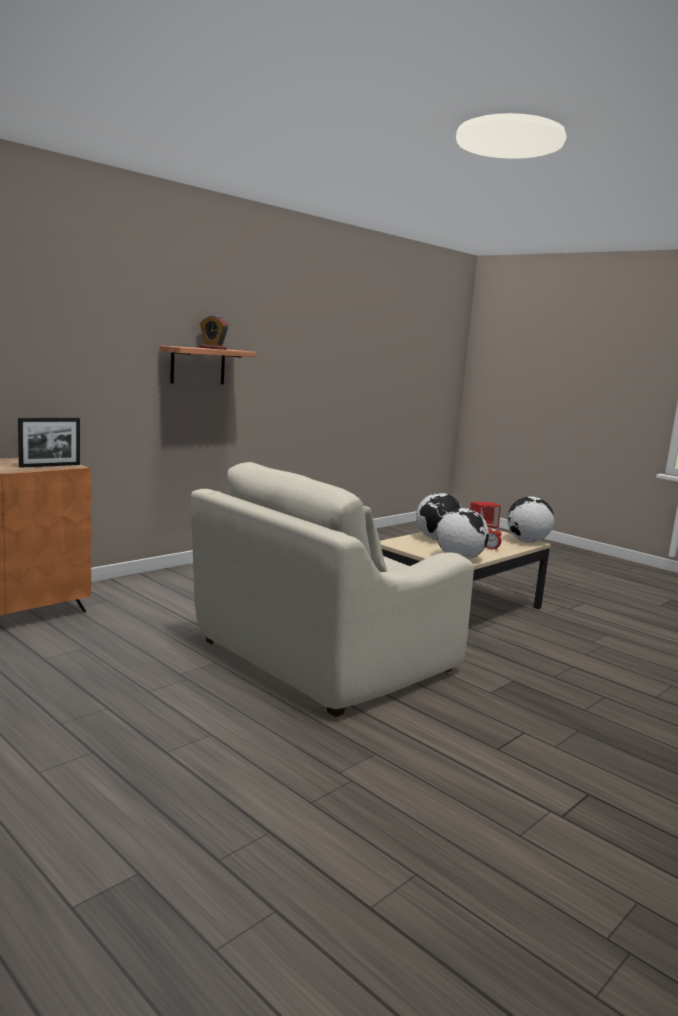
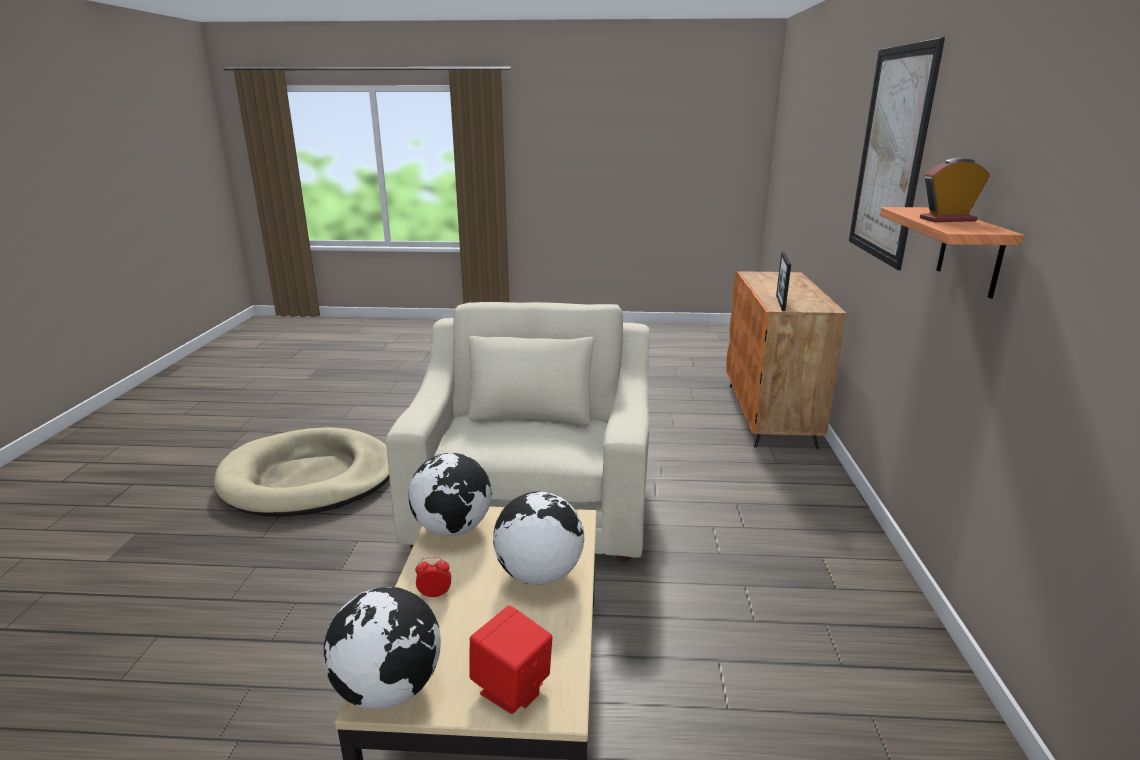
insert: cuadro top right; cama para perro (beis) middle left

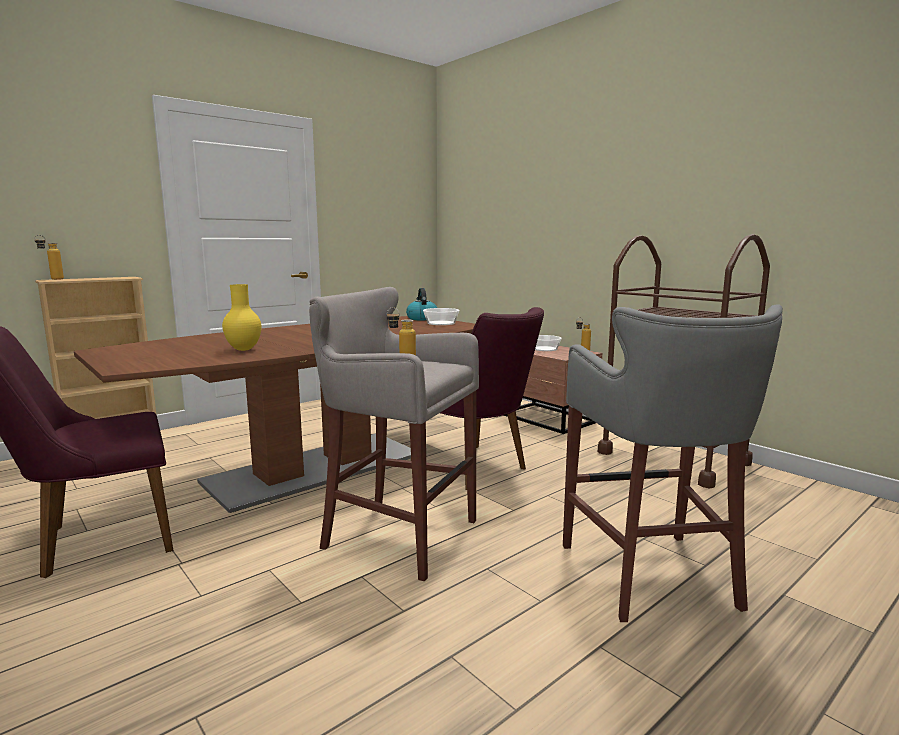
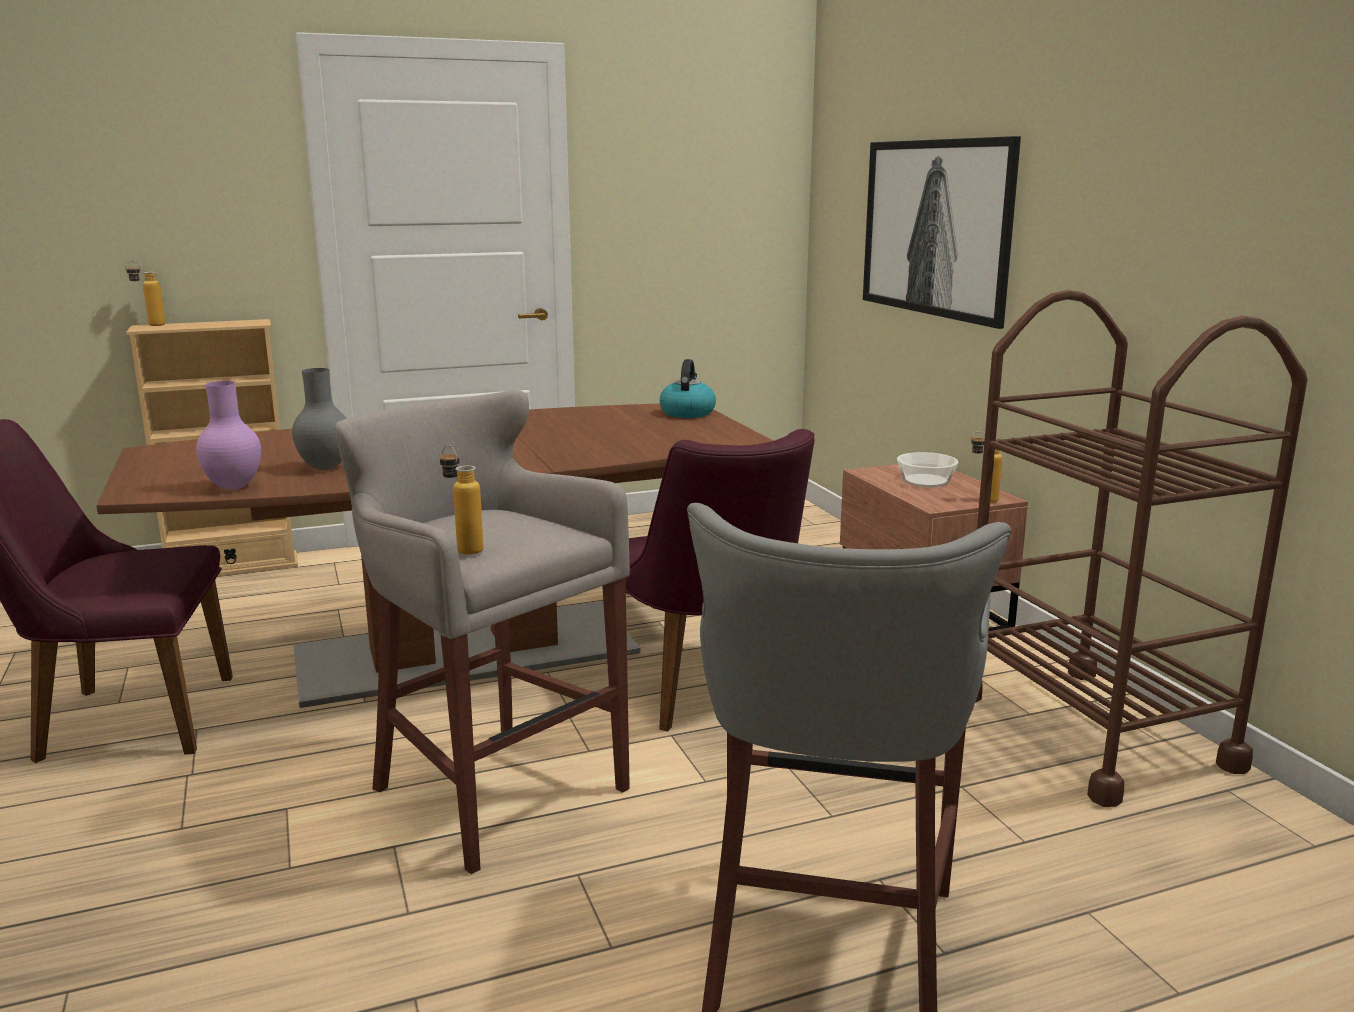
delete: cuenco (1st from left) centre
insert: cuadro top right; florero (morado) middle left
recolor: florero (amarillo) middle left to florero (gris) middle left

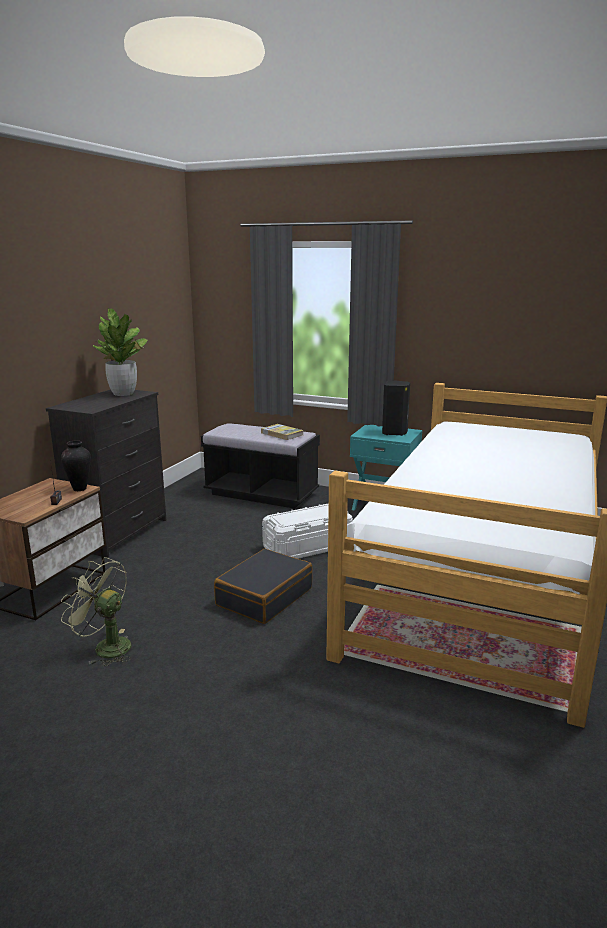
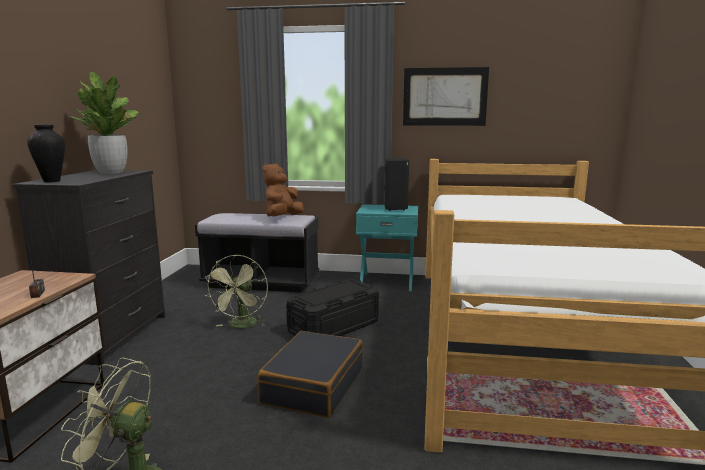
insert: cuadro top centre; ventilador (verde) (2nd from left) centre
move: florero middle left to top left
replace: libro centre to peluche (marrón) centre
recolor: caja de almacenaje (blanco) centre to caja de almacenaje (negro) centre

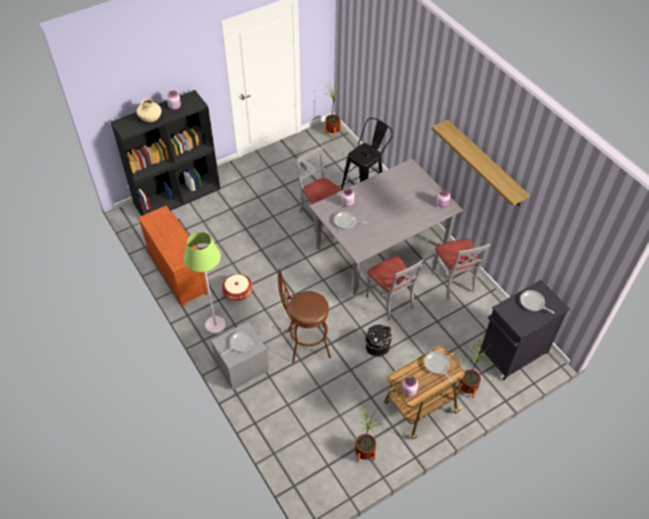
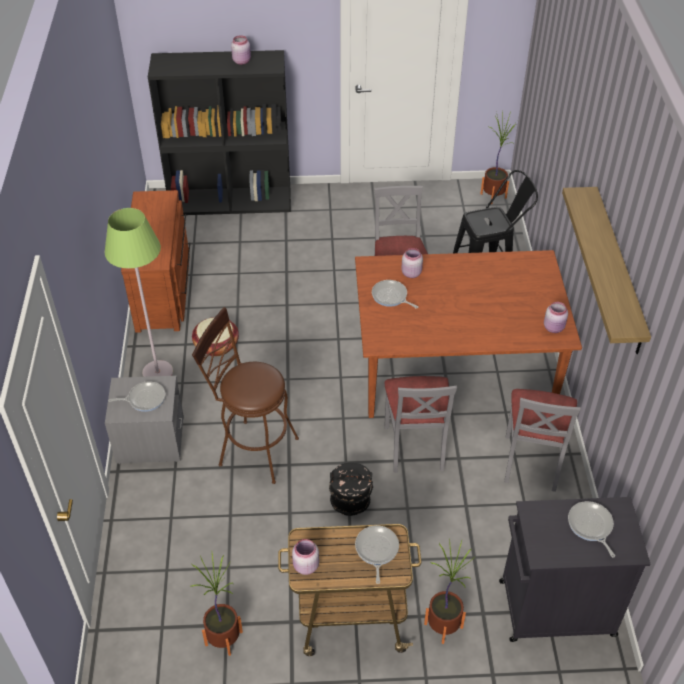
delete: florero (beis) top left
recolor: mesa de comedor (gris) centre to mesa de comedor (marrón) middle right

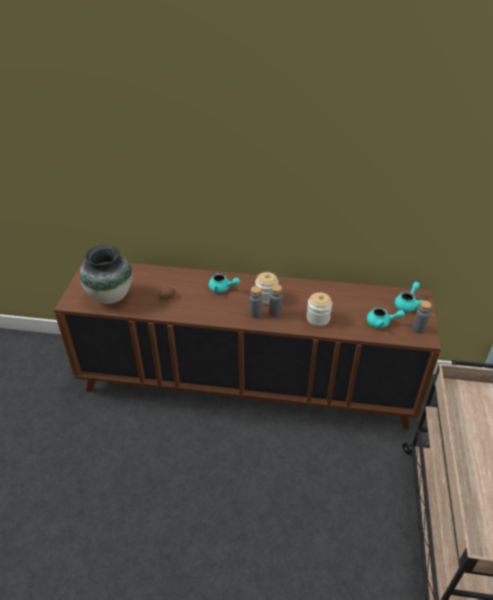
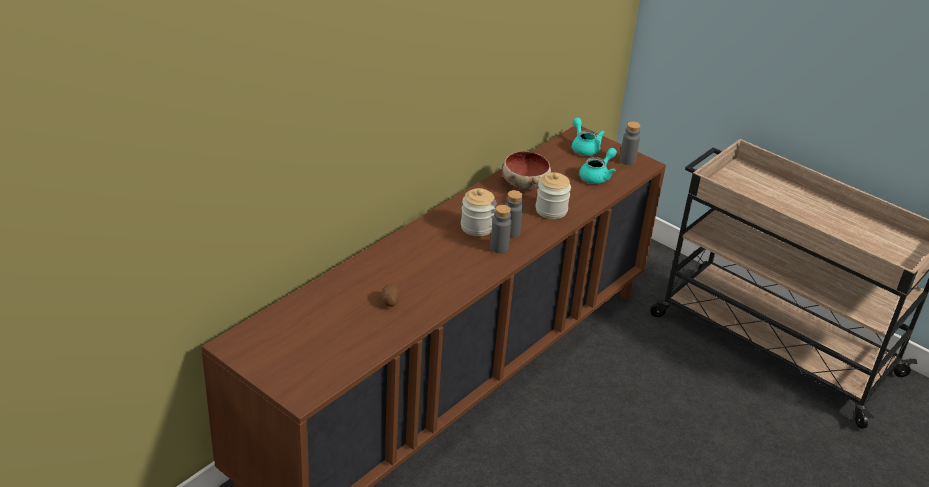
delete: florero middle left; tetera (turquesa) (1st from left) centre
insert: cuenco centre

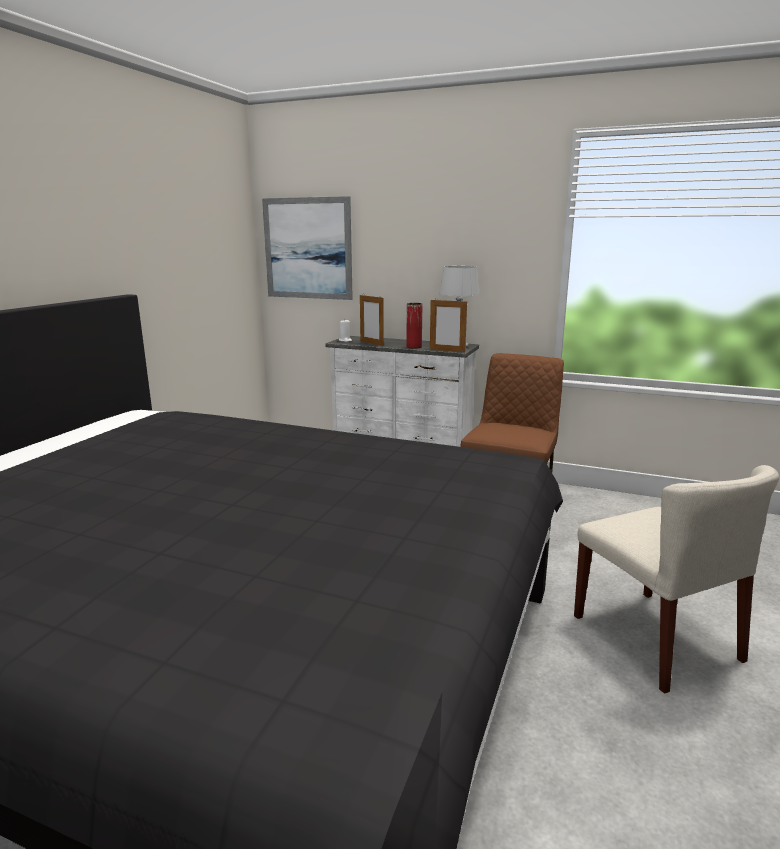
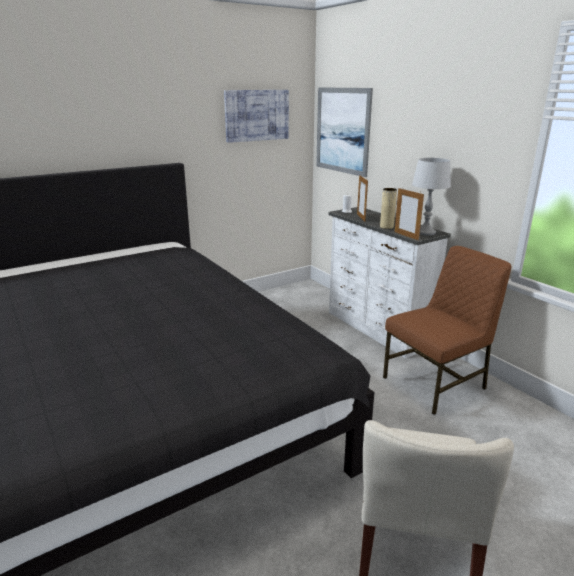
insert: cuadro (1st from left) top centre
recolor: florero (rojo) centre to florero (beis) middle right

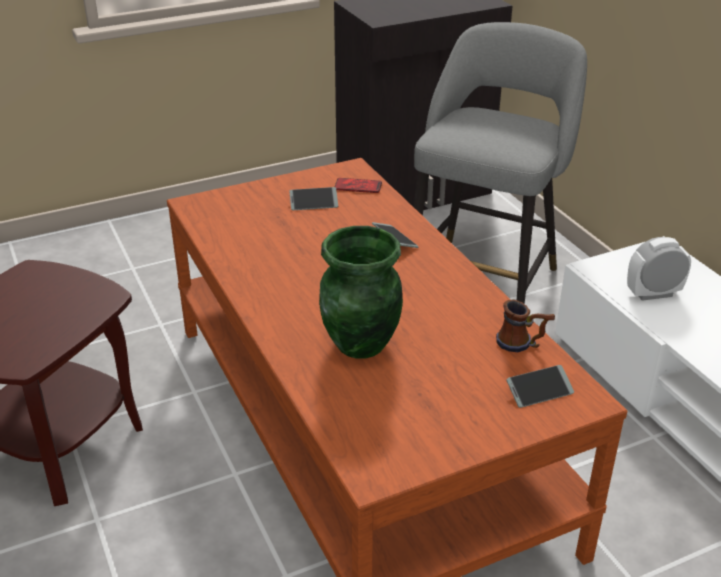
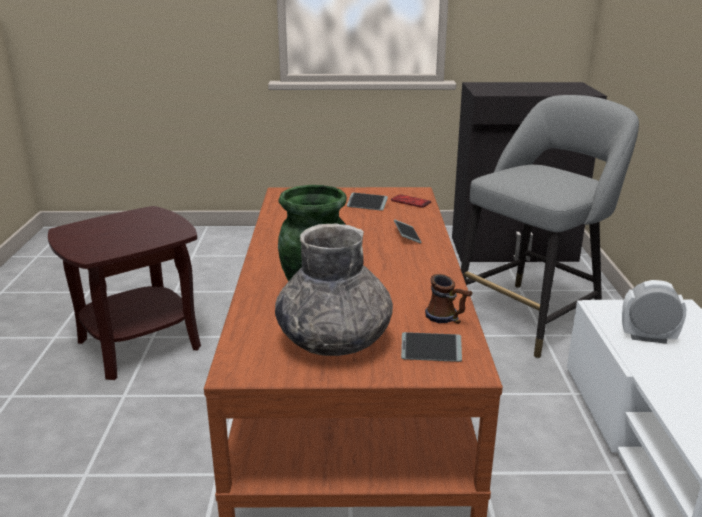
insert: florero (gris) centre

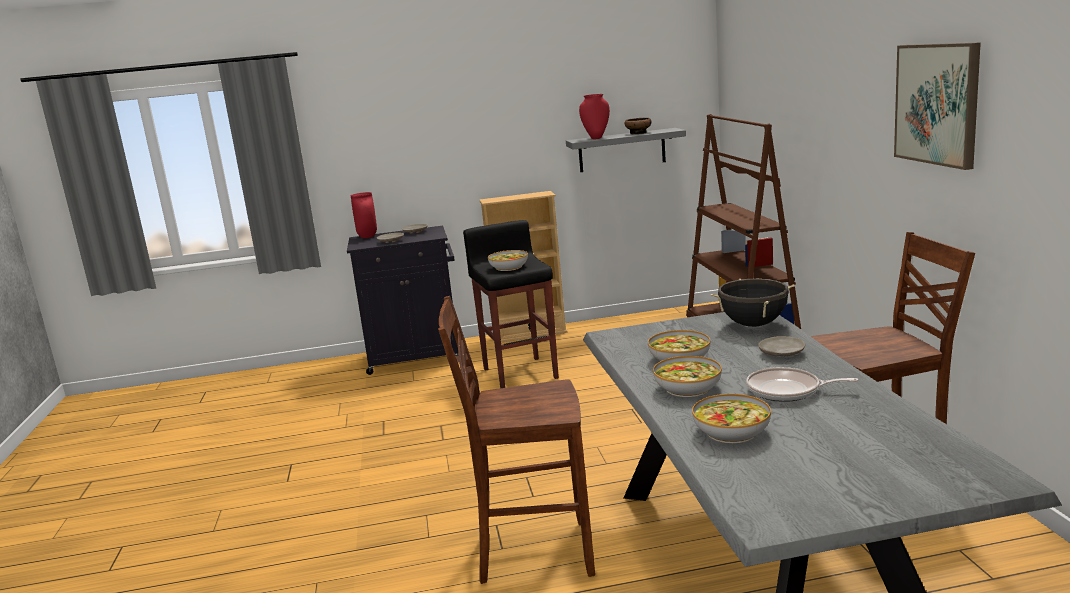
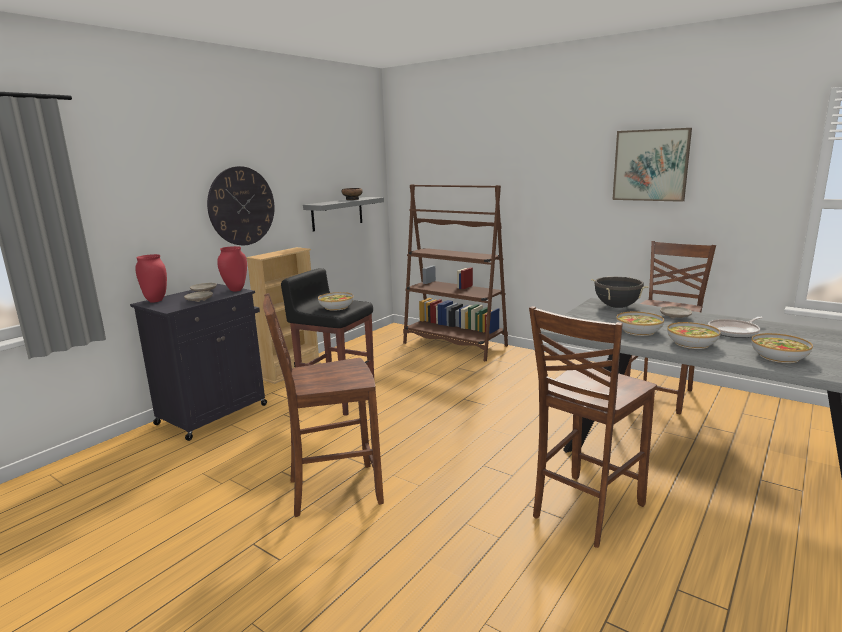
insert: reloj de pared top left; silla (marrón) (1st from left) centre
move: florero (rojo) (2nd from left) top centre to middle left

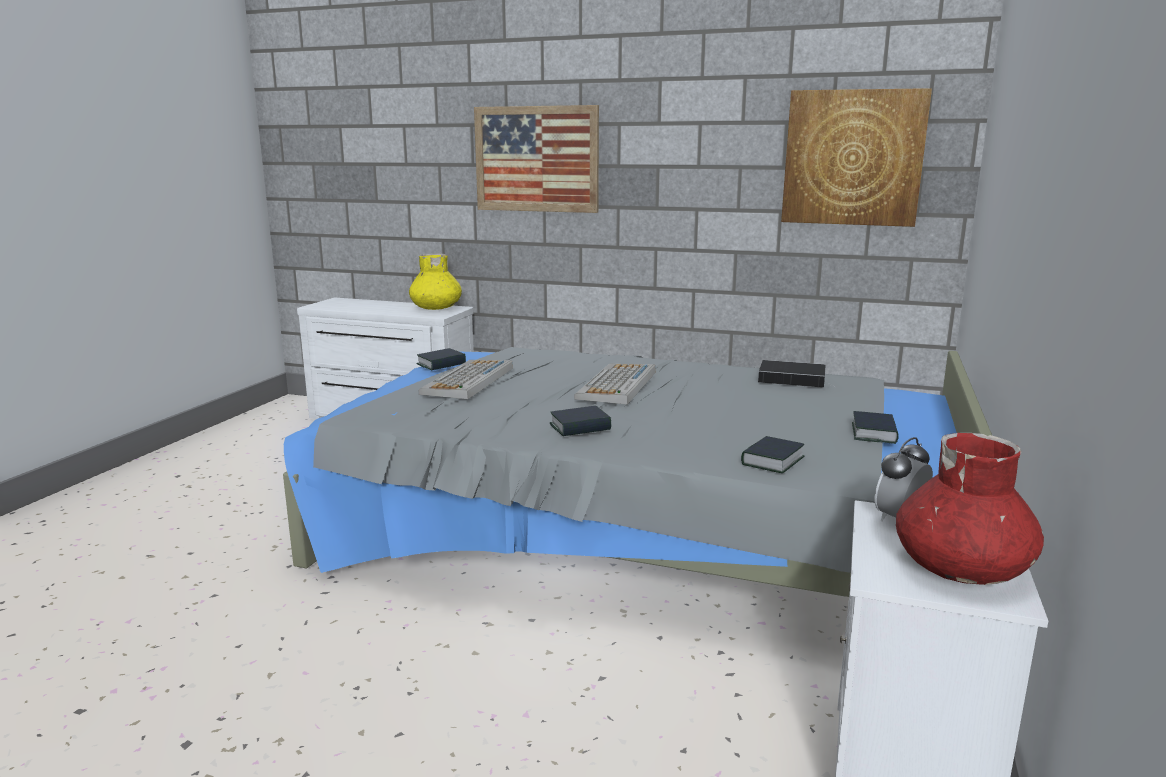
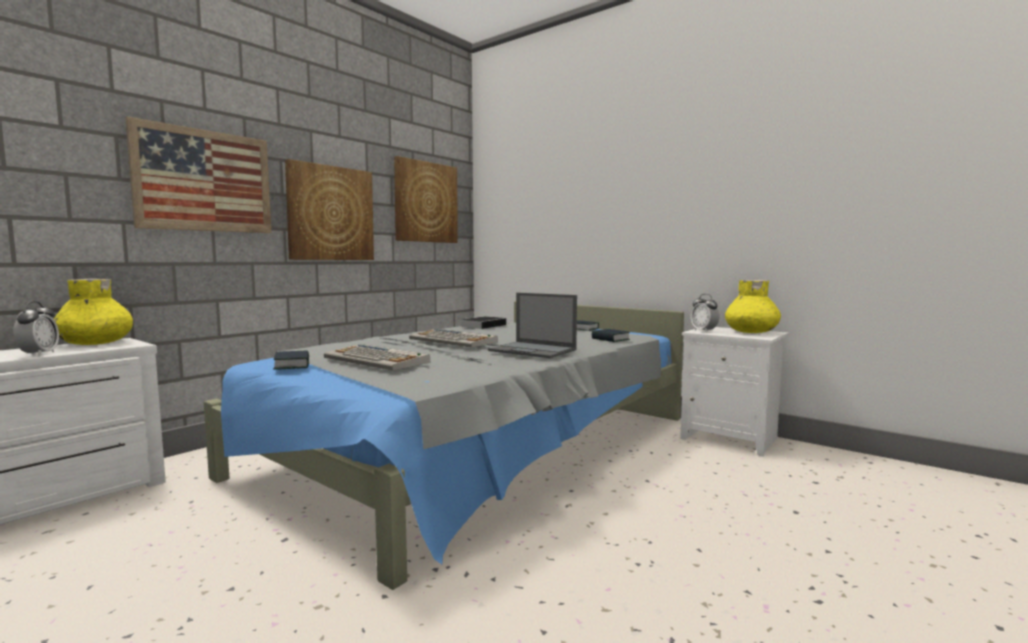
insert: cuadro (2nd from left) top left; despertador (1st from left) middle left
replace: libro (2nd from left) centre to portátil centre
recolor: florero (rojo) middle right to florero (amarillo) (2nd from left) middle right

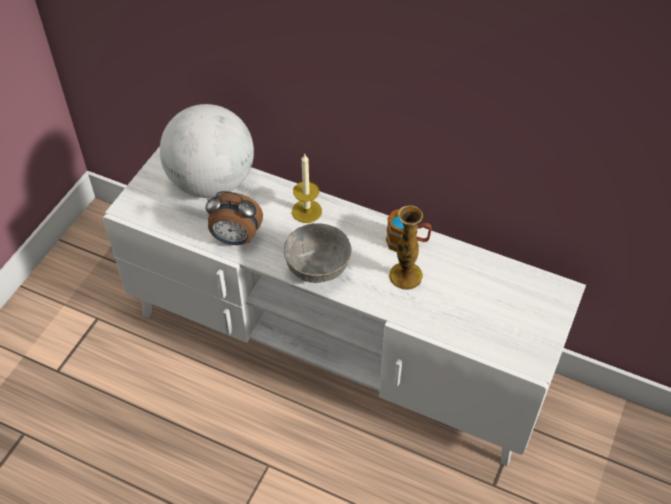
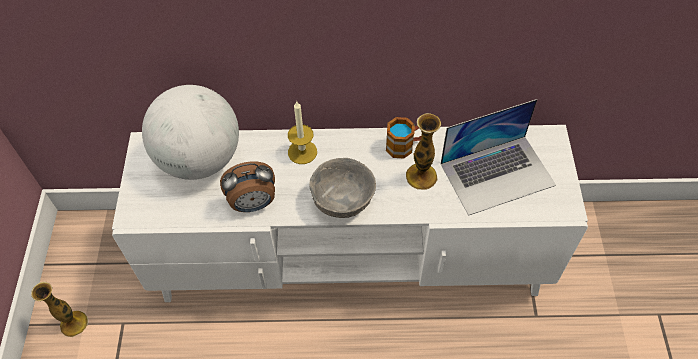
insert: portátil middle right; florero (1st from left) bottom left

